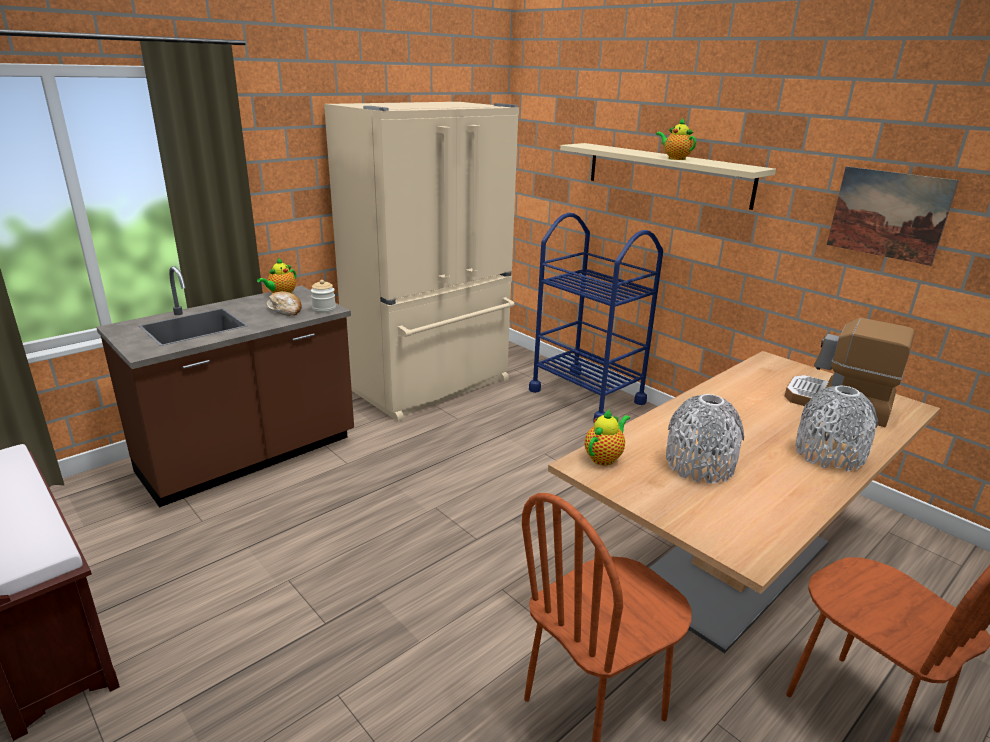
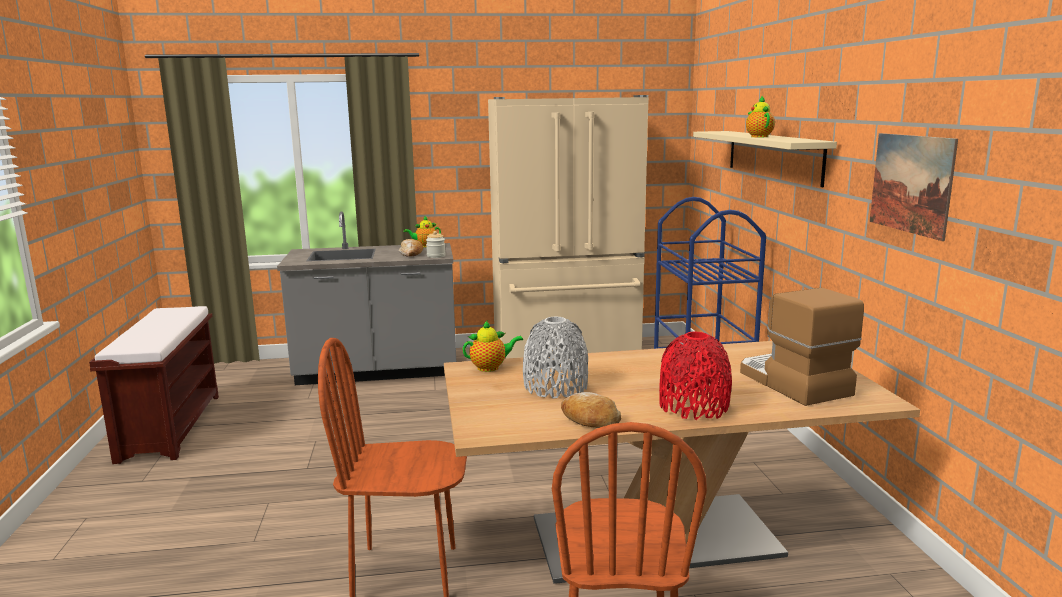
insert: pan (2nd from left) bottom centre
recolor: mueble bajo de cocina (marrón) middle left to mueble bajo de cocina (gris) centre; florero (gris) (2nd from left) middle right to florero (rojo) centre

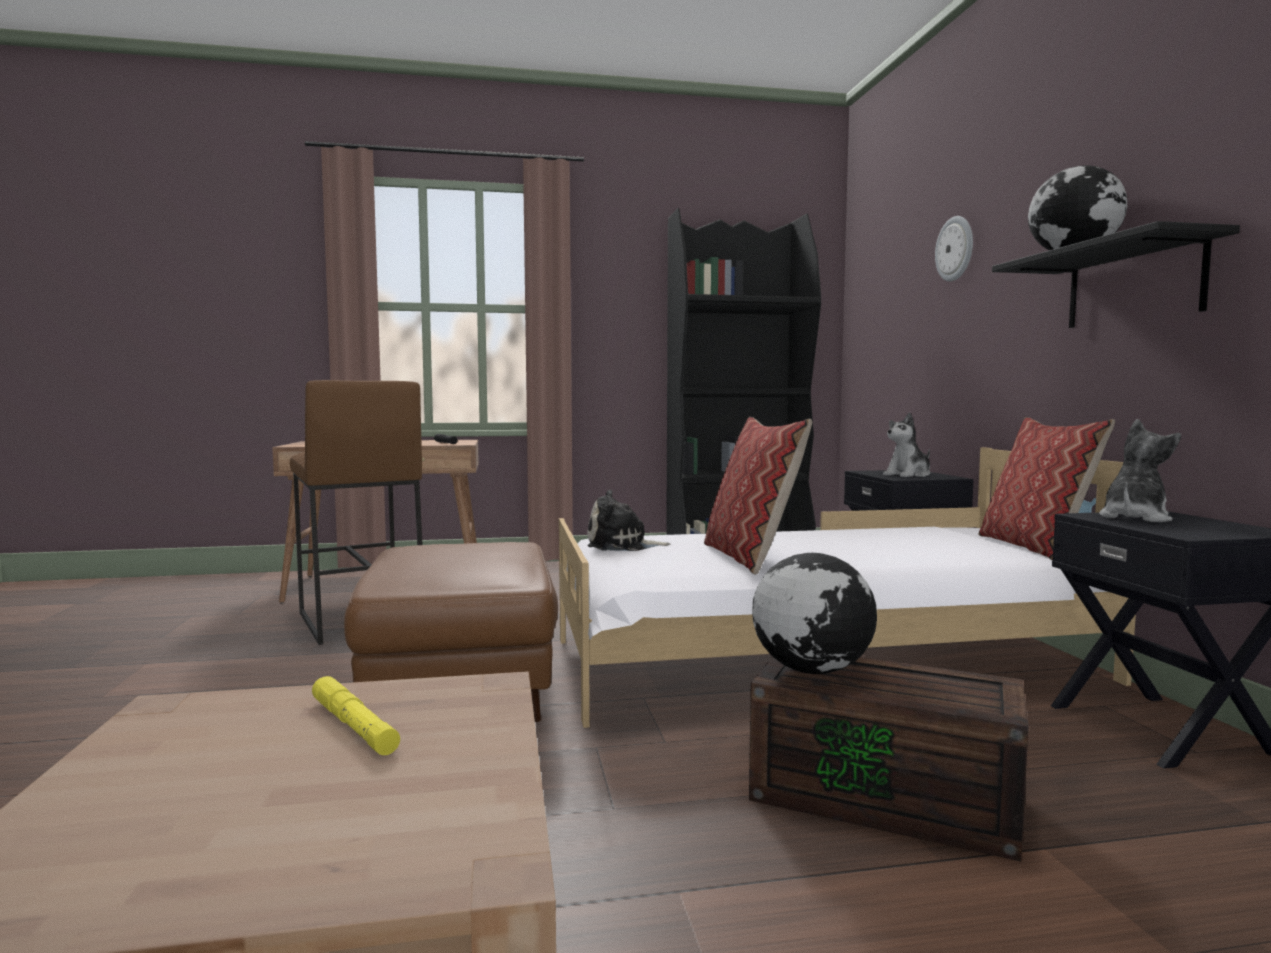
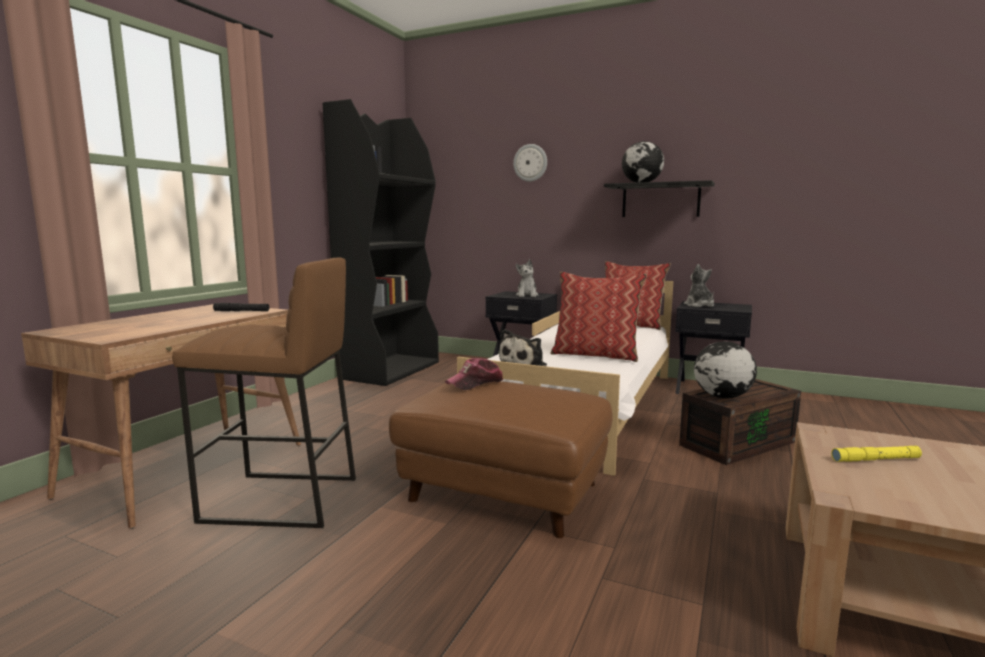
insert: gorra centre

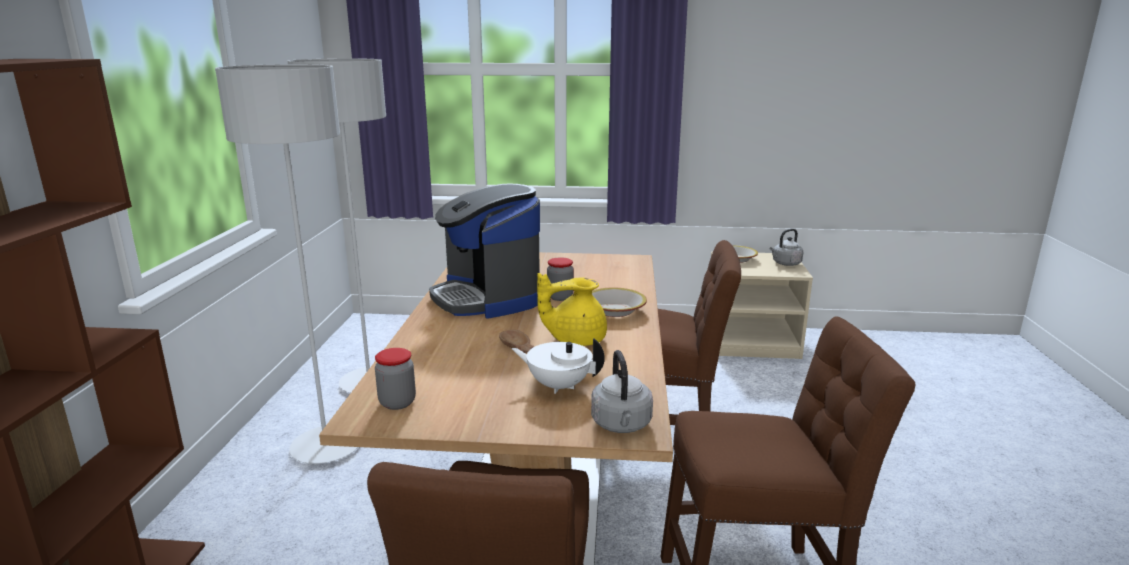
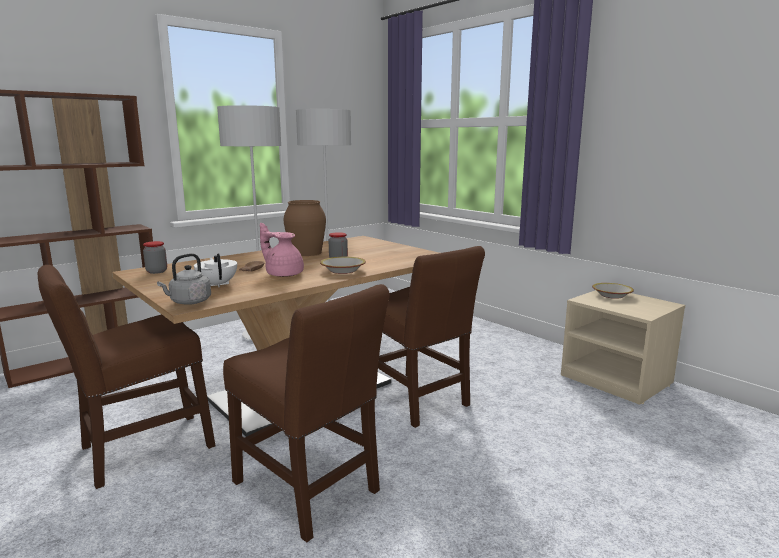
delete: hervidor (gris) (2nd from left) middle right
replace: cafetera centre to florero (marrón) centre
recolor: tetera (amarillo) centre to tetera (rosa) centre

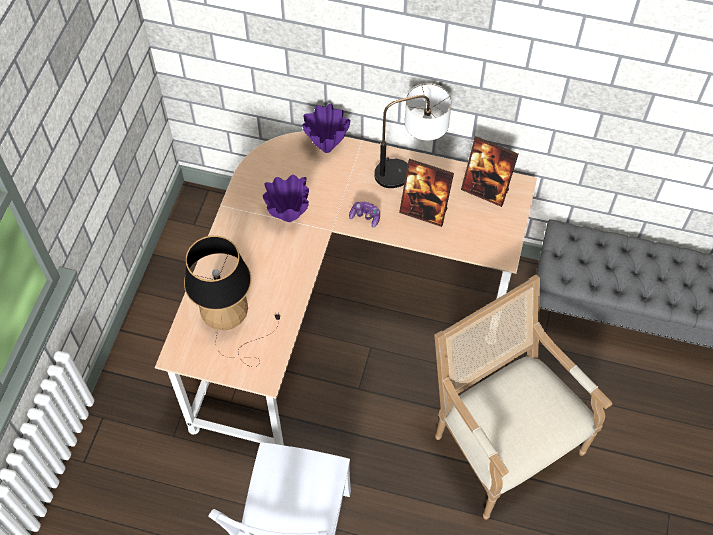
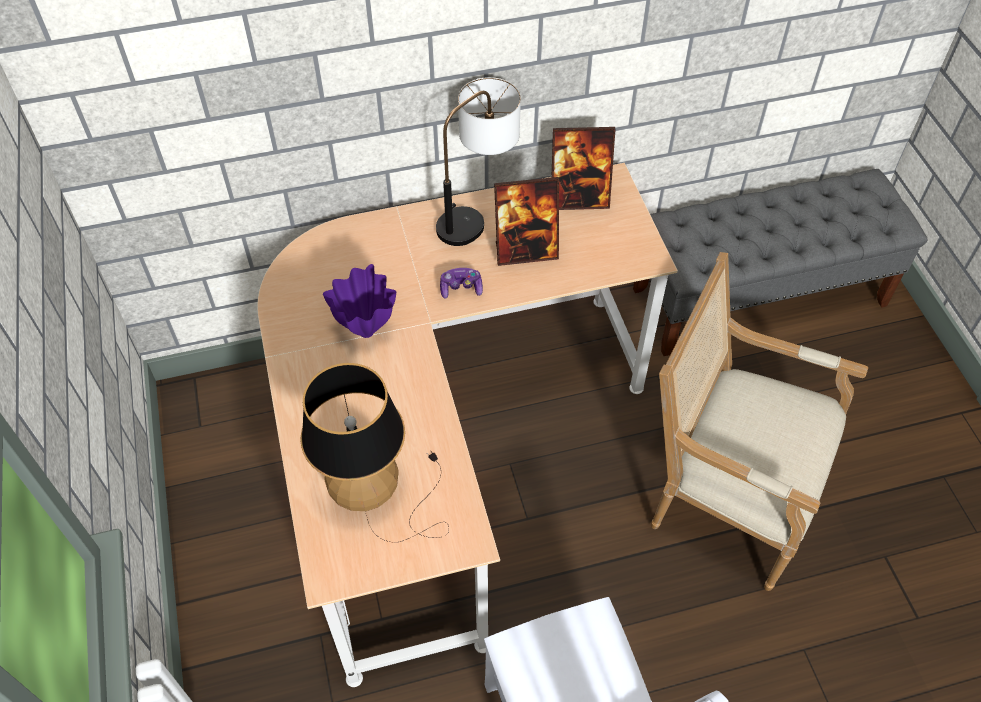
delete: florero (morado) (2nd from left) top centre

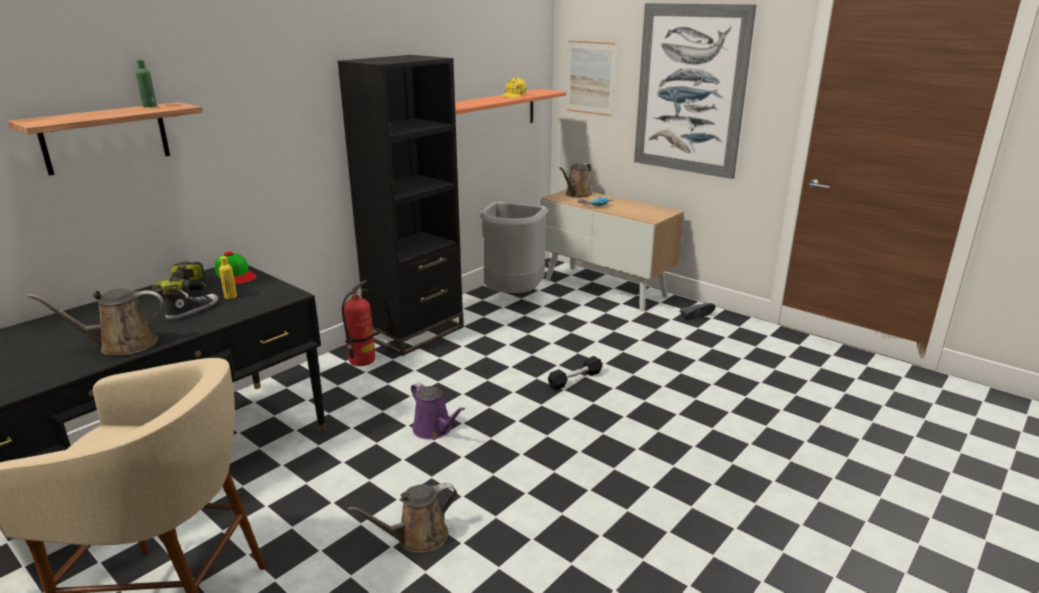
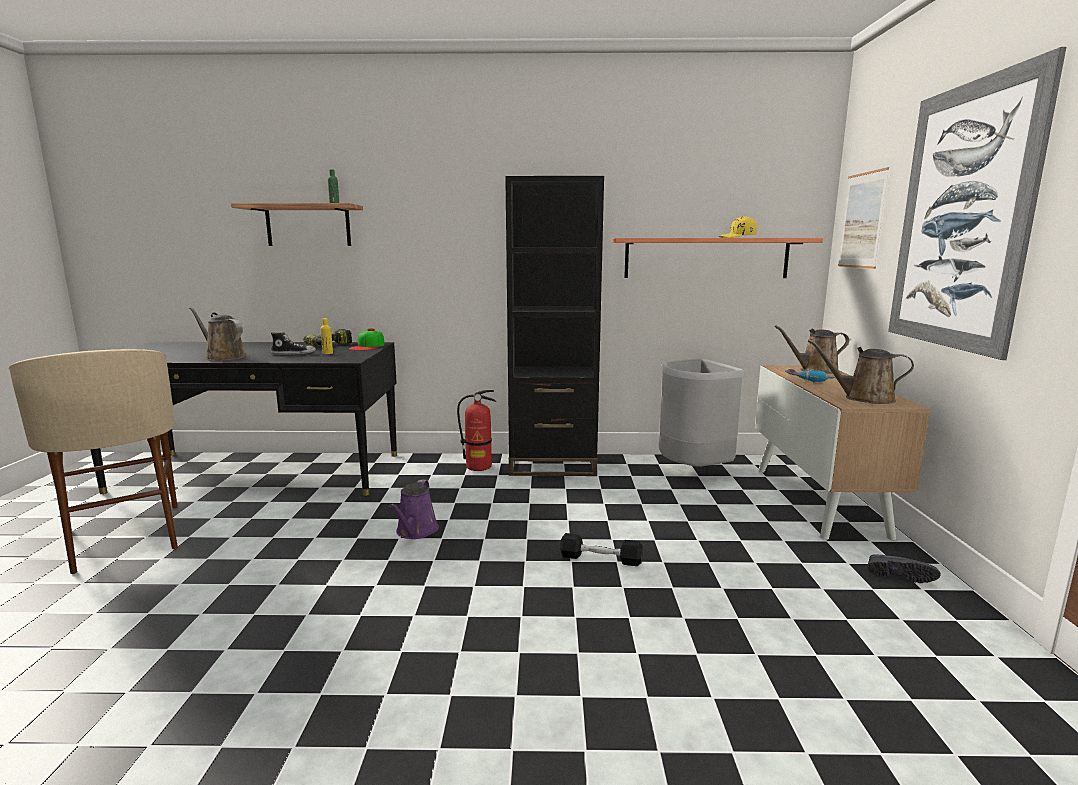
move: regadera (marrón) (2nd from left in the first image) bottom centre to regadera (marrón) (3rd from left) middle right

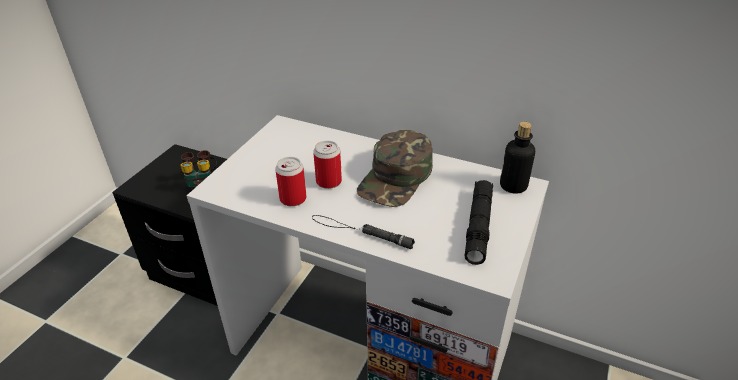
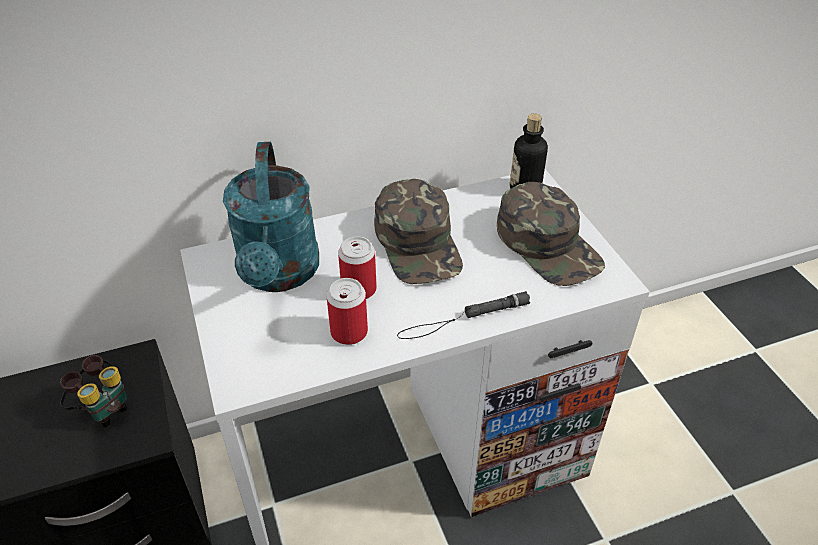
insert: regadera (turquesa) middle left
replace: linterna (negro) (2nd from left) centre to gorra (verde) (2nd from left) middle right

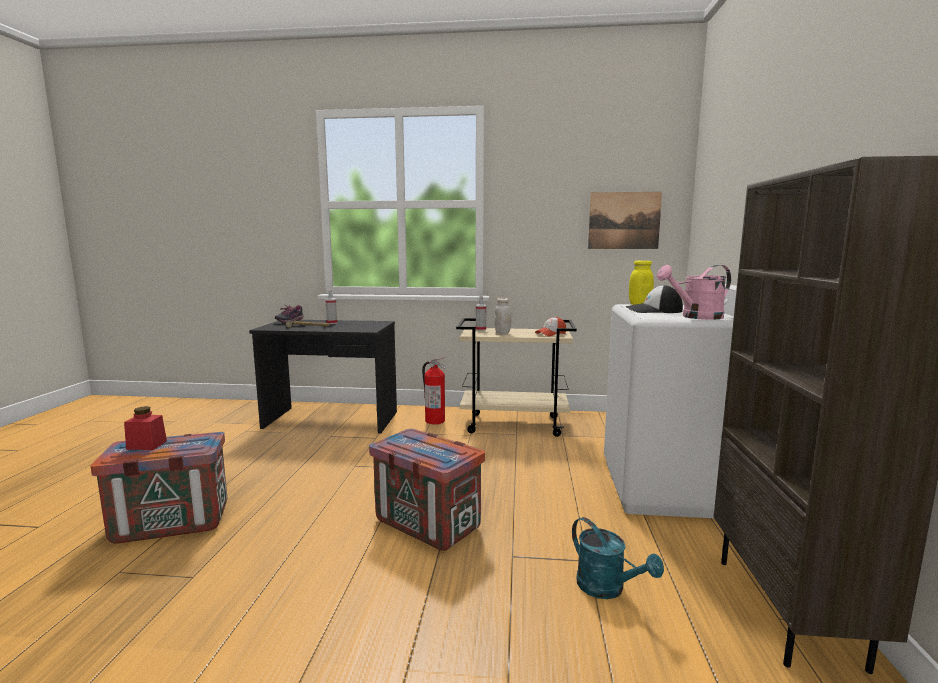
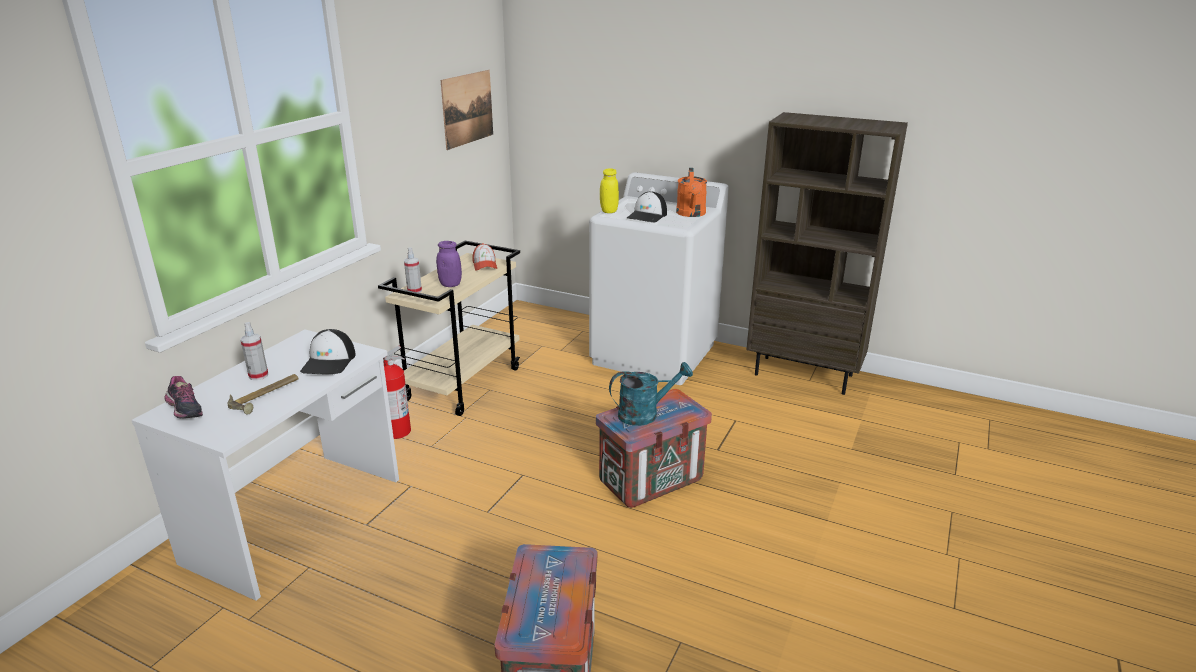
delete: tarro (rojo) middle left
insert: gorra (1st from left) middle left
move: regadera (turquesa) bottom centre to centre
recolor: regadera (rosa) middle right to regadera (naranja) top centre; tarro (blanco) centre to tarro (morado) centre; escritorio (negro) centre to escritorio (blanco) bottom left

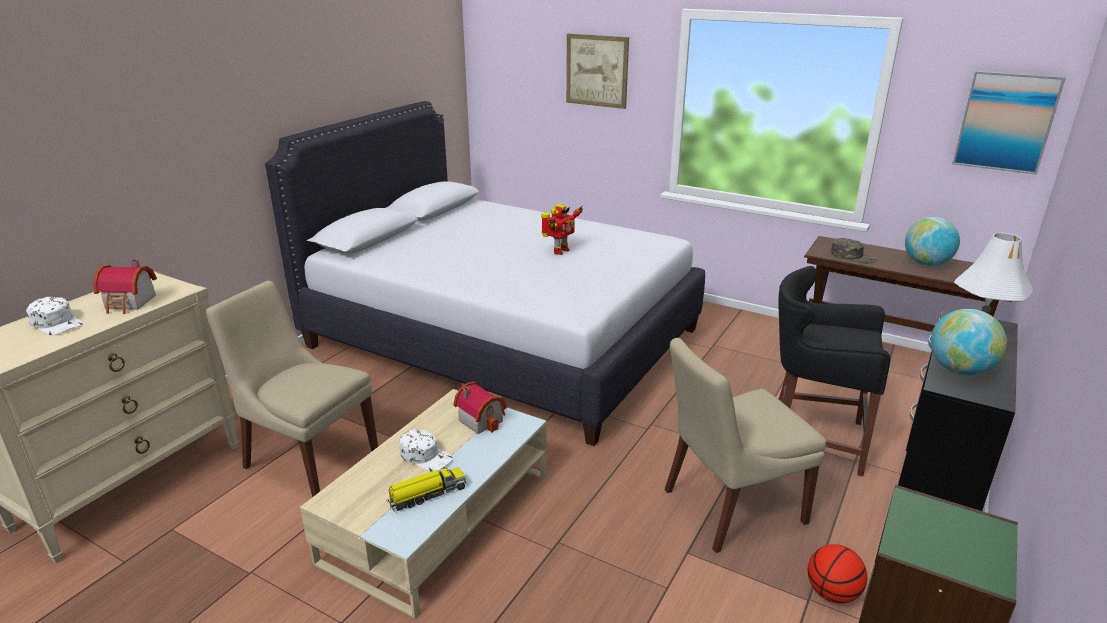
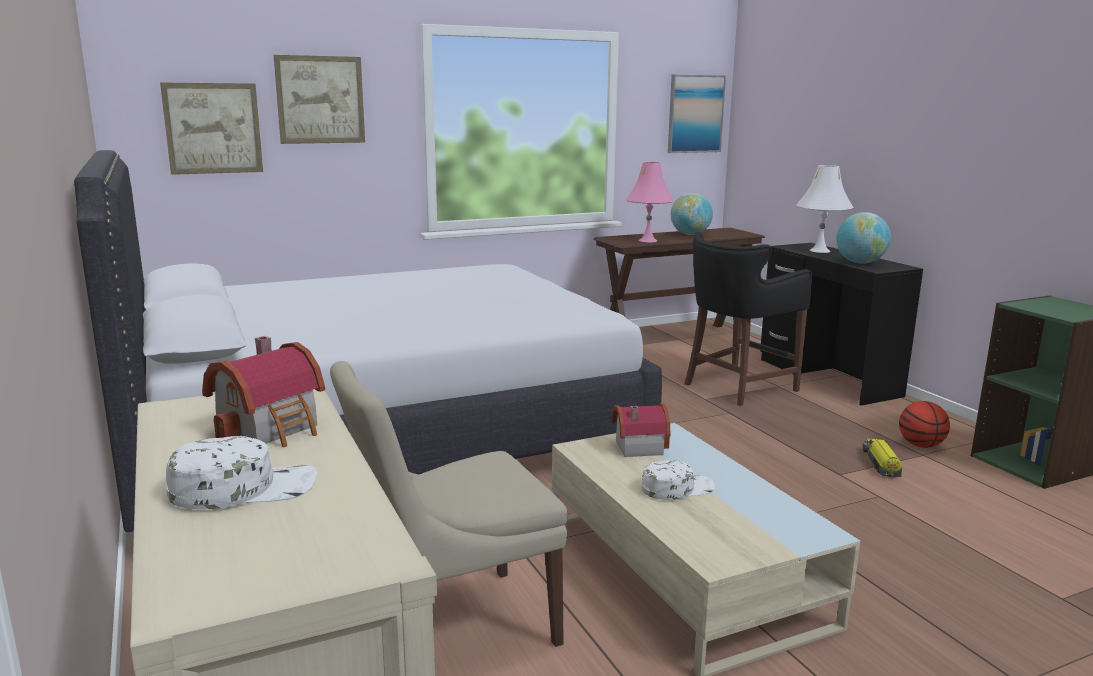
delete: robot de juguete centre; silla (beis) (2nd from left) bottom right
insert: cuadro (1st from left) top left
move: camión de juguete bottom centre to bottom right
replace: gorra (verde) middle right to lámpara de mesa (rosa) top centre

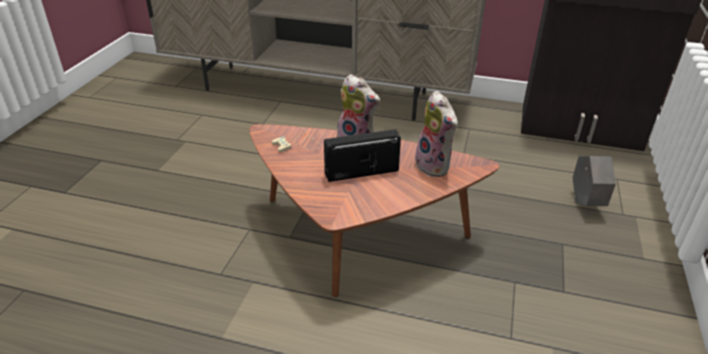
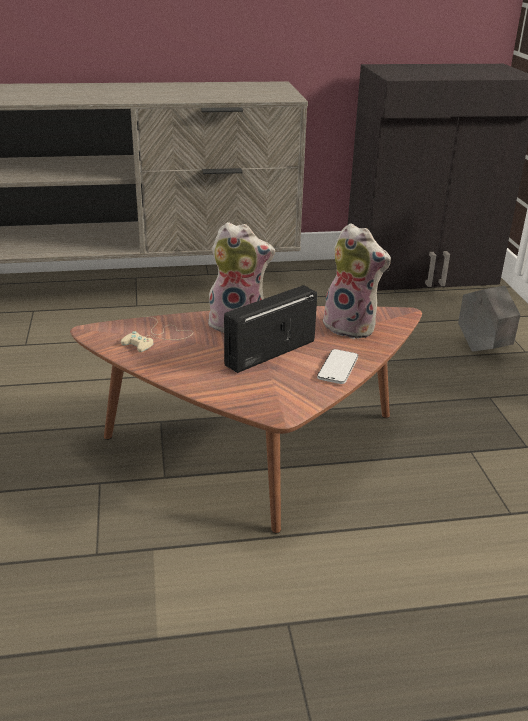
insert: móvil centre

